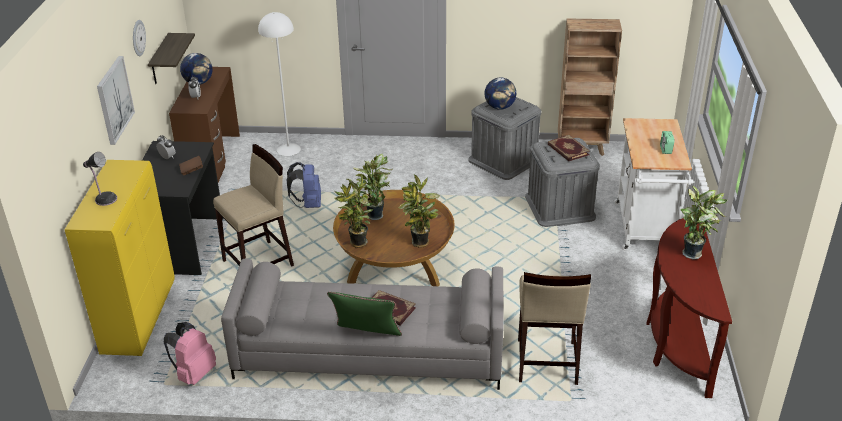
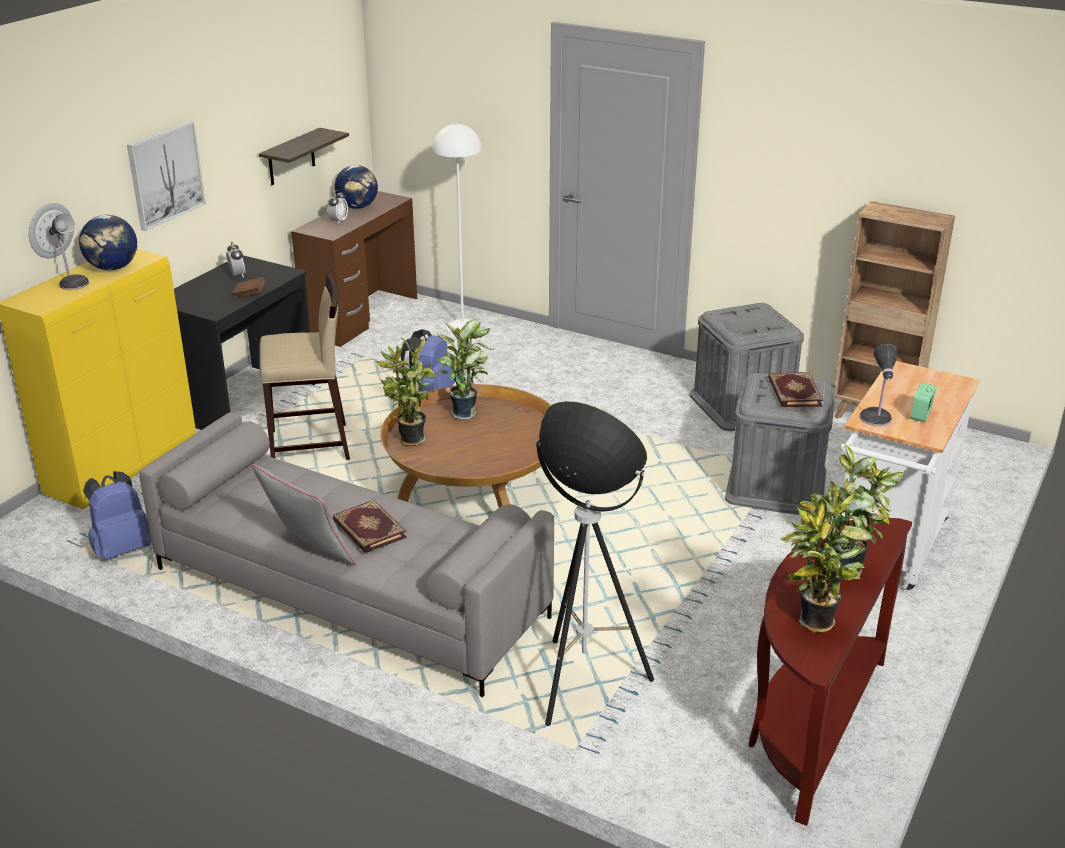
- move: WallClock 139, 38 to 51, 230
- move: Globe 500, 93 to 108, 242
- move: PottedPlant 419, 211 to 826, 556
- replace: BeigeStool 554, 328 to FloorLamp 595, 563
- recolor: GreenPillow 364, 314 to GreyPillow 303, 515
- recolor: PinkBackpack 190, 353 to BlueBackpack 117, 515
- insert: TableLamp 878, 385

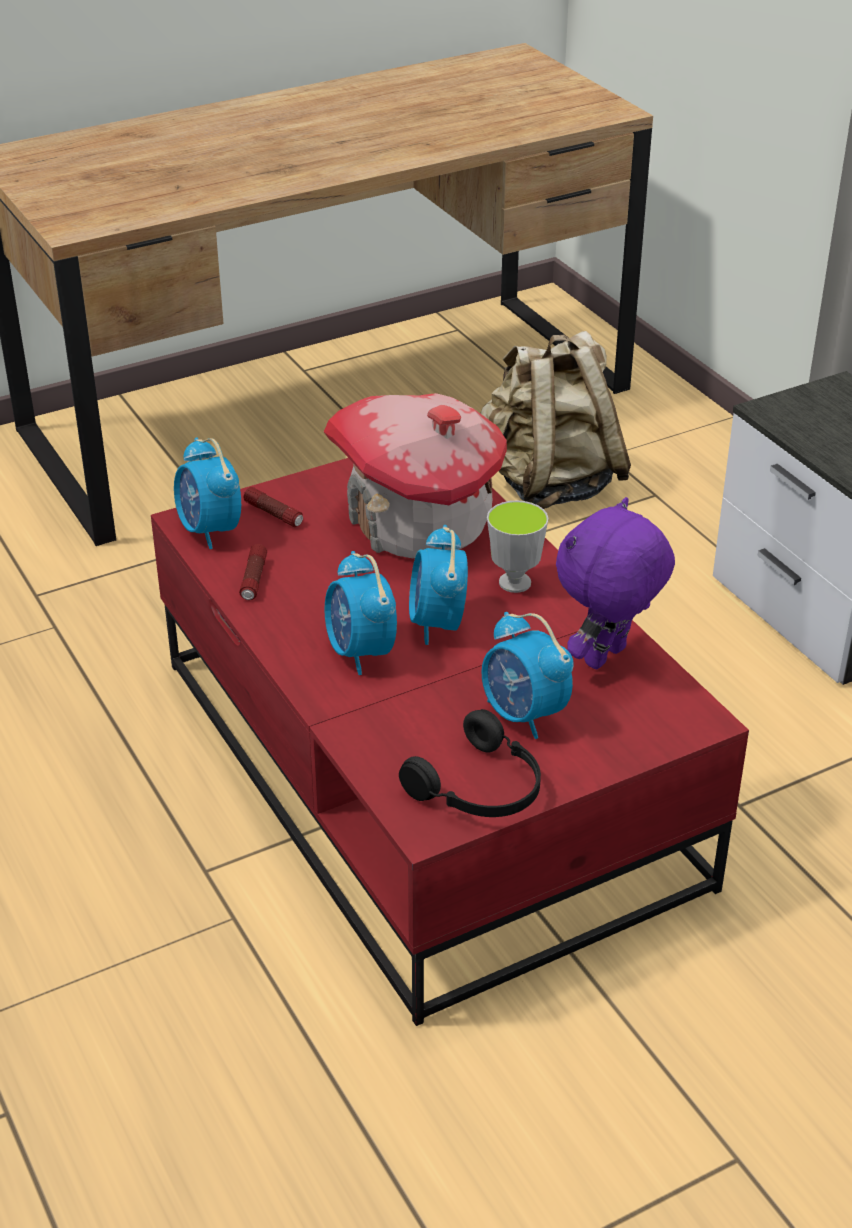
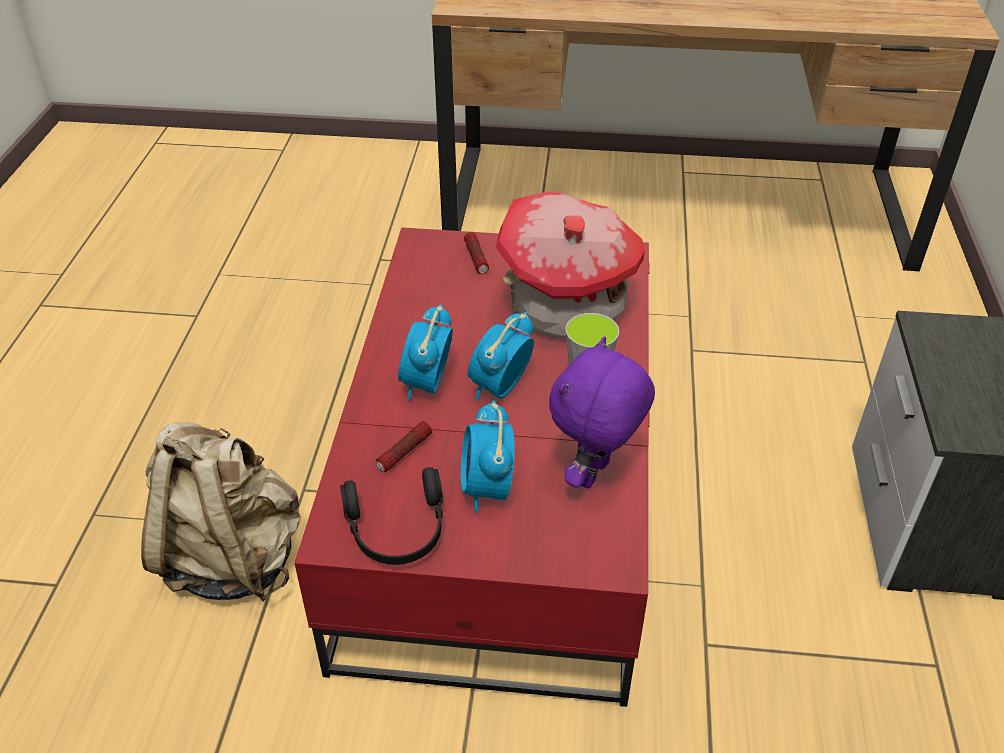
- move: BeigeBackpack 555, 420 to 221, 512
- delete: AlarmClock 207, 493
- rotate: PurplePlushToy 615, 583 = 602, 412 45 degrees counterclockwise
- move: Flashlight 253, 572 to 404, 446

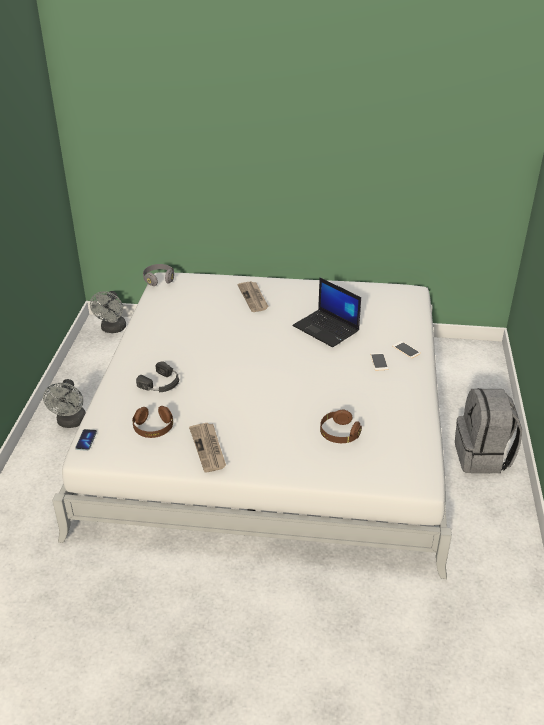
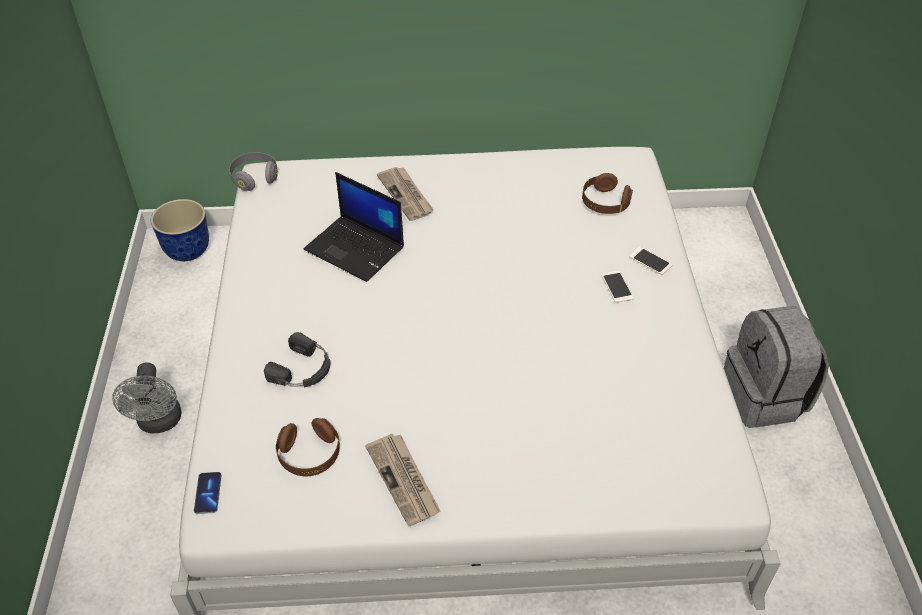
- move: Laptop 326, 312 to 354, 227
- replace: GreyFan 108, 312 to Planter 180, 230
- move: BrownHeadphones 341, 426 to 607, 193

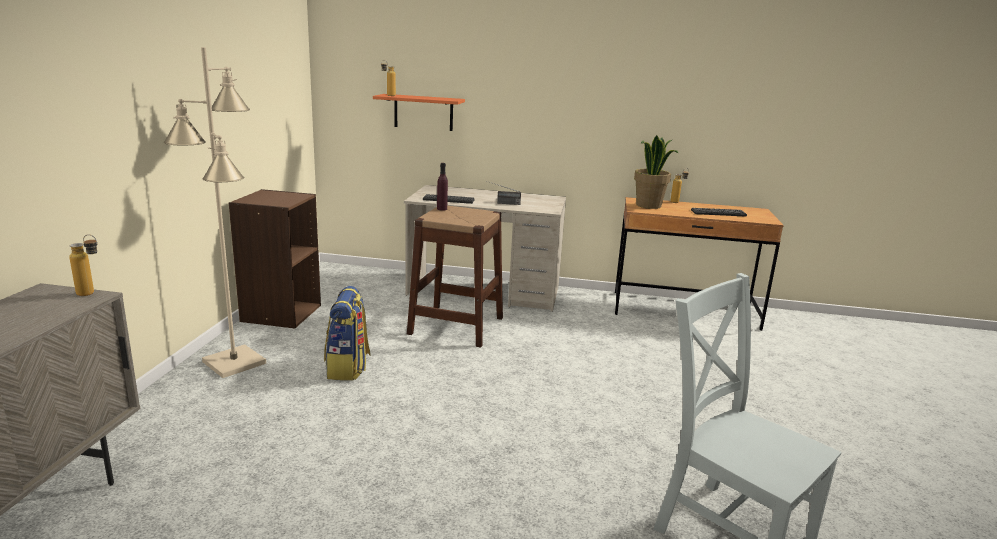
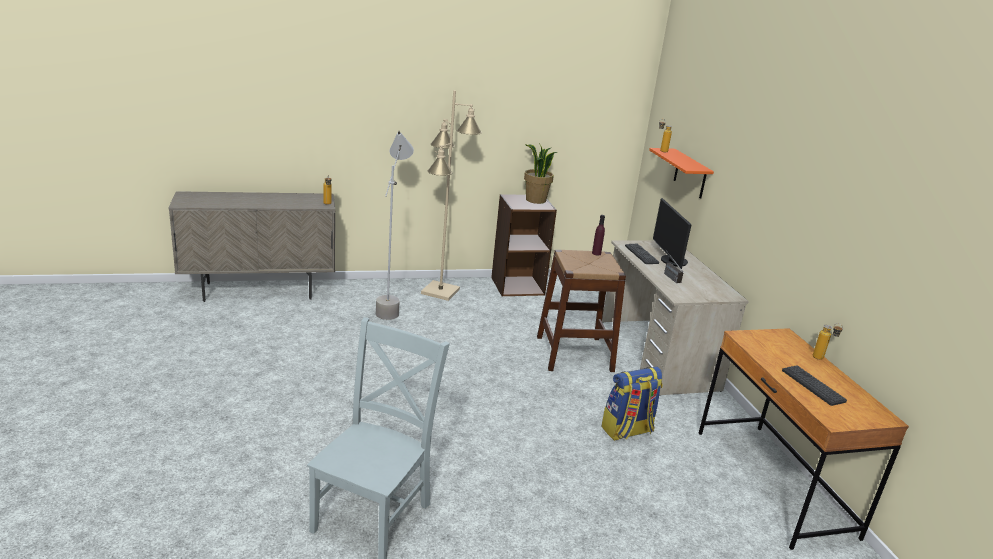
- move: PottedPlant 656, 172 to 541, 173
- move: Backpack 347, 333 to 632, 404
- insert: GreyFloorLamp 395, 225
- insert: Monitor 672, 233

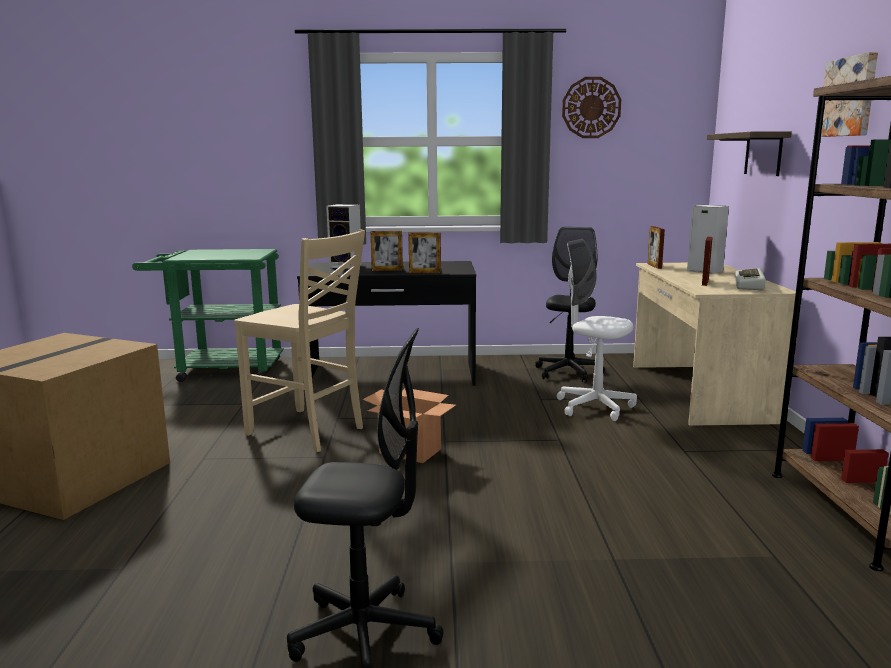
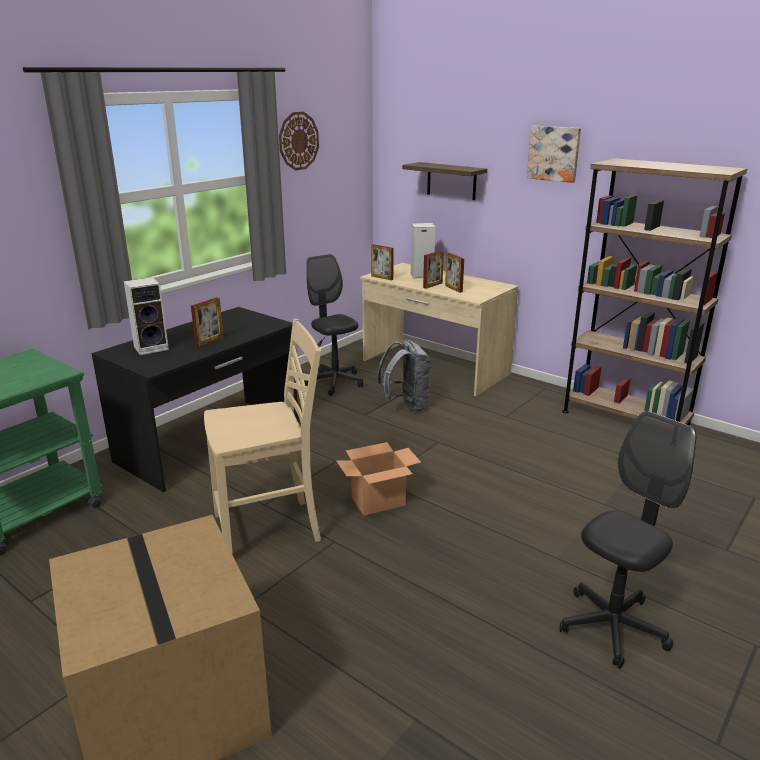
- move: PictureFrame 424, 252 to 433, 270
- replace: WhiteOfficeChair 597, 330 to GreyBackpack 404, 375
- delete: Keyboard 750, 279

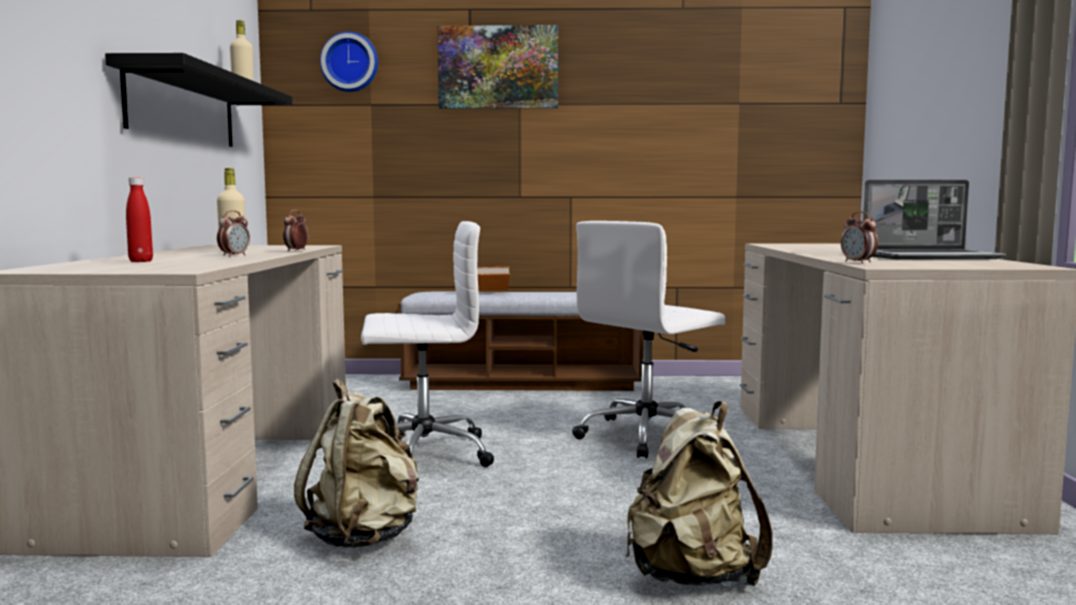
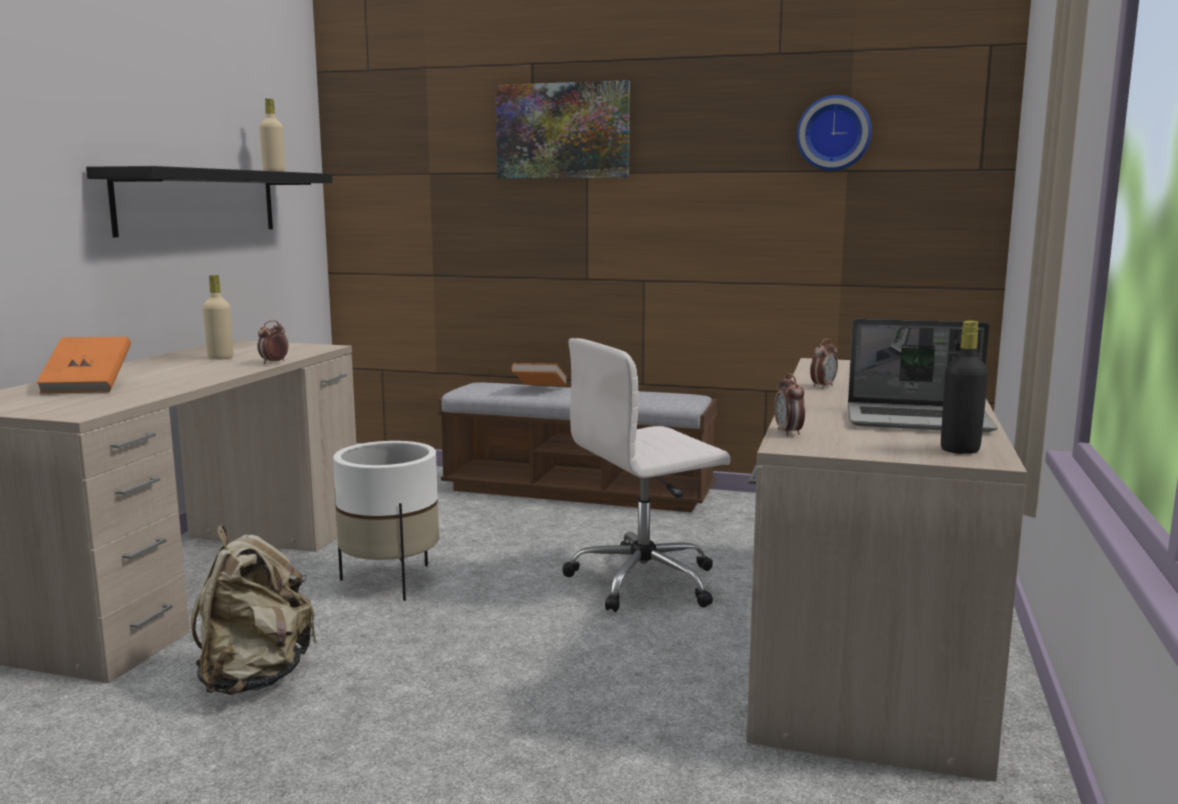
- move: WallClock 349, 61 to 834, 133
- replace: RedBottle 139, 219 to OrangeBook 83, 365
- move: AlarmClock 233, 233 to 824, 363
- replace: WhiteOfficeChair 427, 344 to WhitePlanter 386, 521
- delete: BeigeBackpack 699, 494
- insert: BlackBottle 964, 387

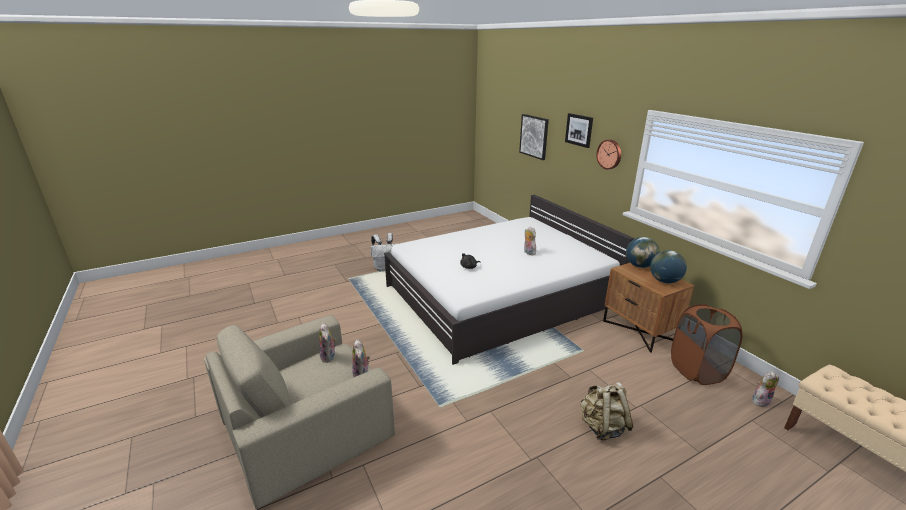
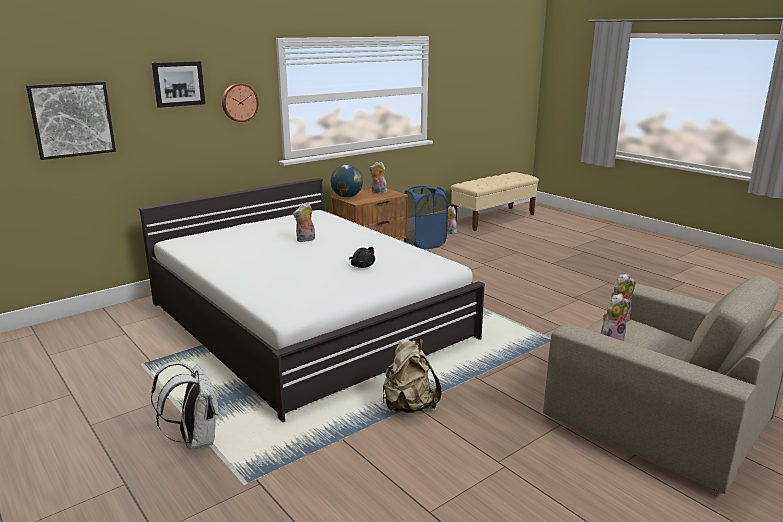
- replace: Globe 668, 266 to PlushToy 378, 178
- recolor: BrownLaundryBasket 706, 344 to BlueLaundryBasket 426, 217
- move: BeigeBackpack 606, 411 to 412, 375

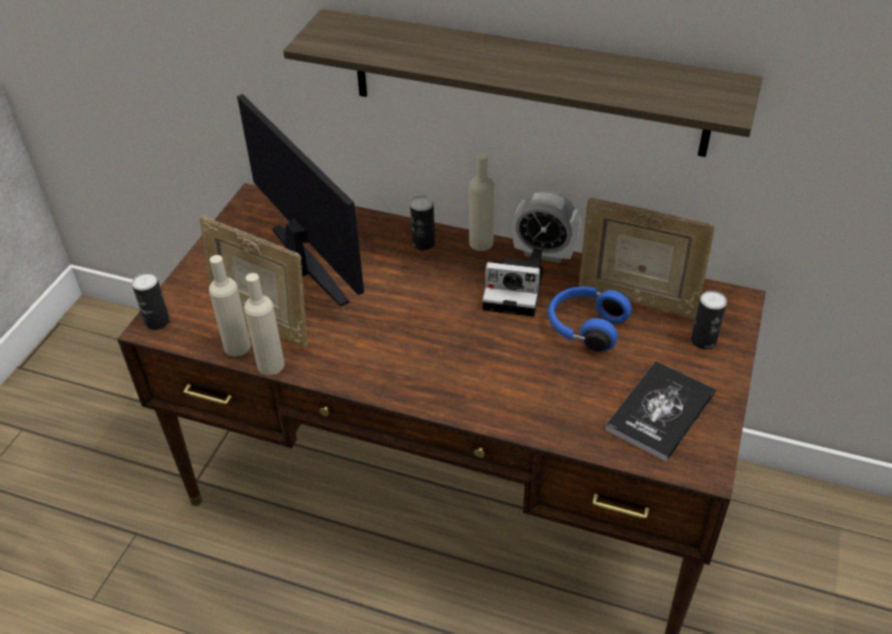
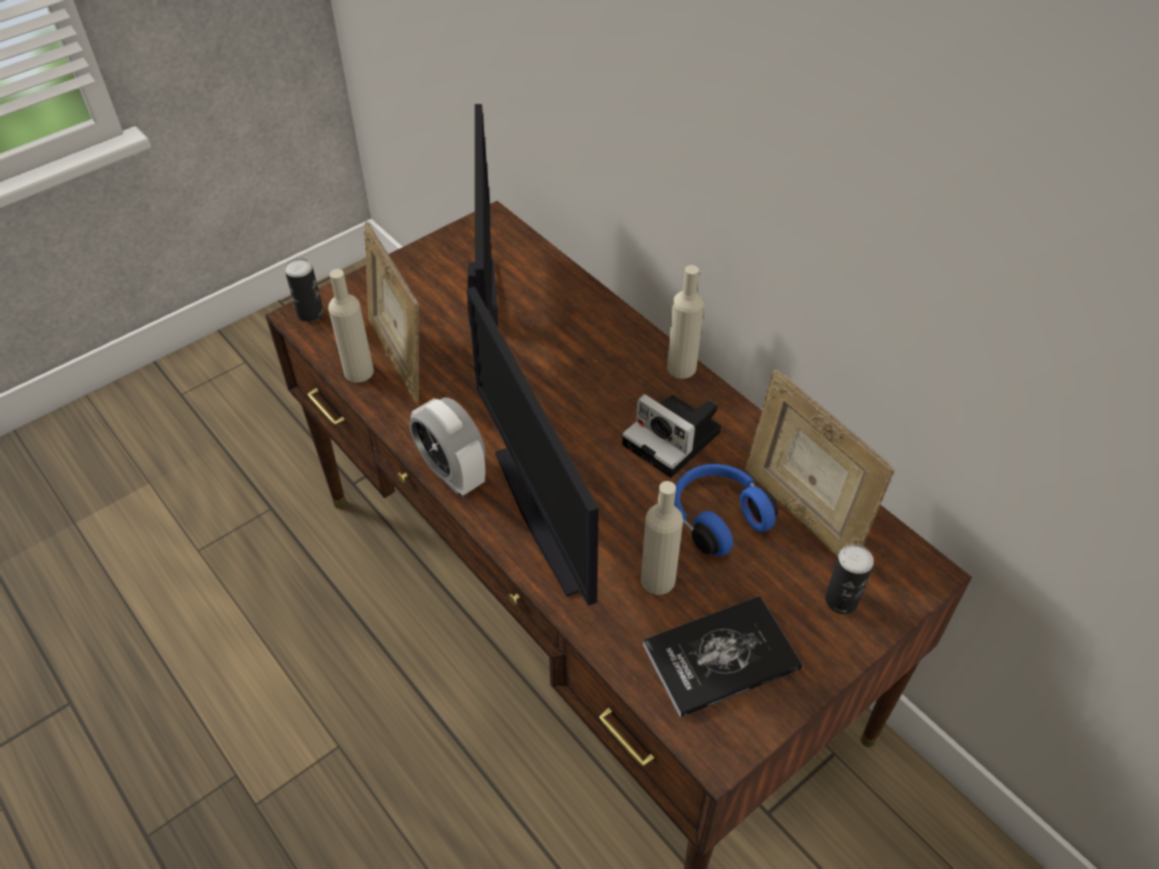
- delete: Shelf 523, 83
- move: AlarmClock 546, 227 to 447, 446
- delete: Can 422, 223
- move: BeigeBottle 264, 324 to 662, 538
- insert: Monitor 532, 446

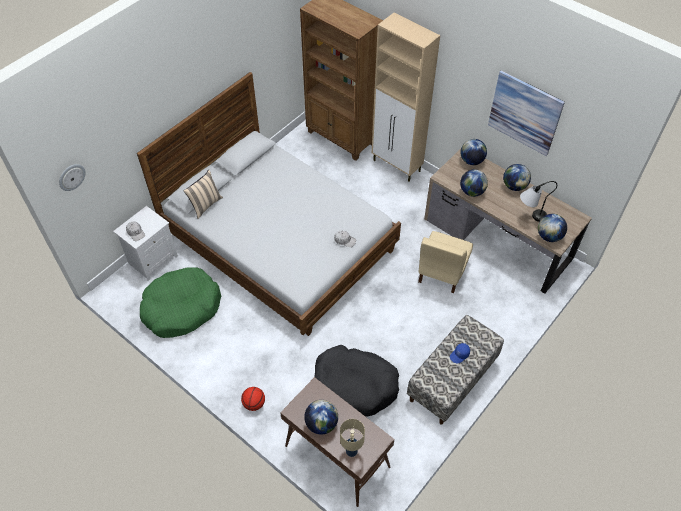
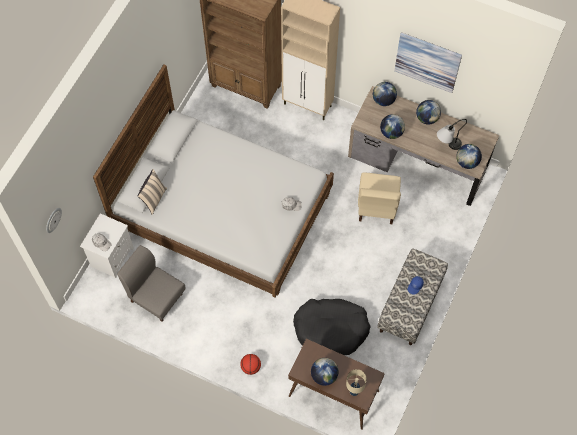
- replace: GreenDogBed 180, 302 to GreyChair 151, 283

